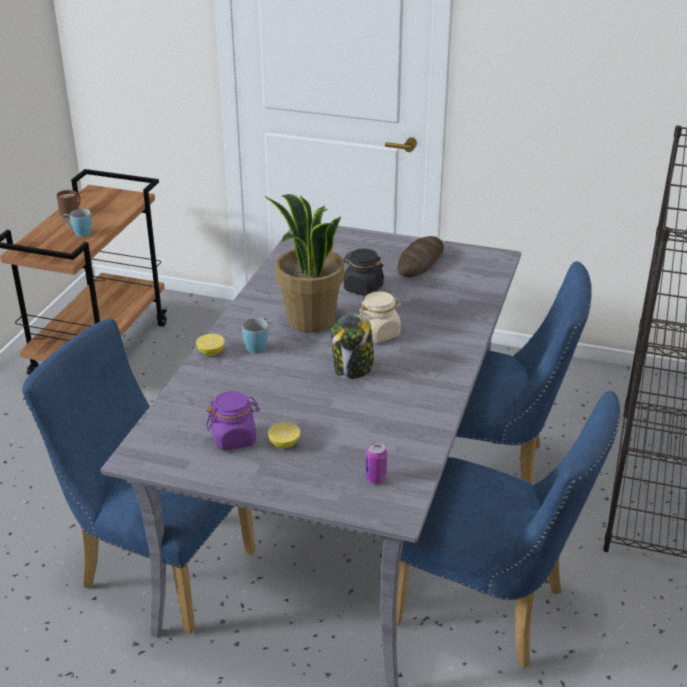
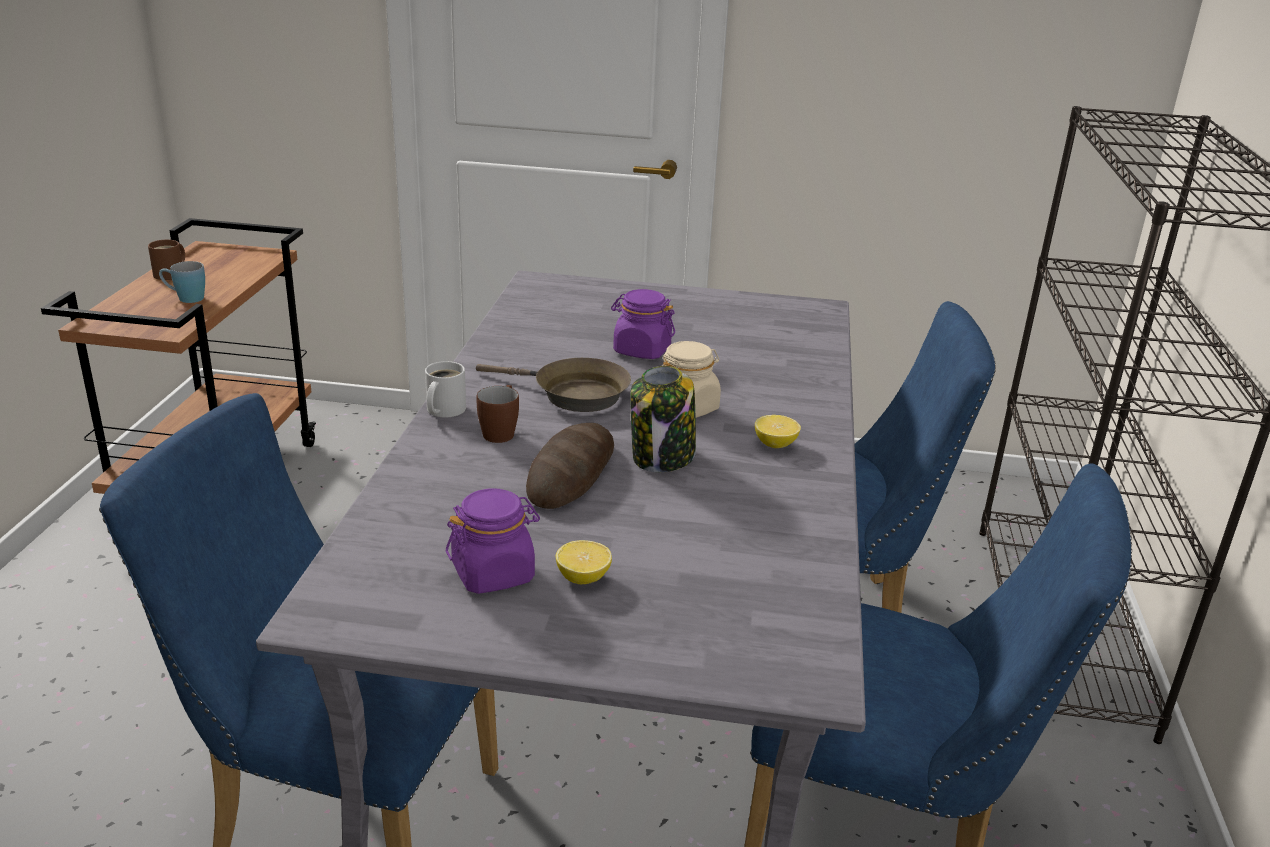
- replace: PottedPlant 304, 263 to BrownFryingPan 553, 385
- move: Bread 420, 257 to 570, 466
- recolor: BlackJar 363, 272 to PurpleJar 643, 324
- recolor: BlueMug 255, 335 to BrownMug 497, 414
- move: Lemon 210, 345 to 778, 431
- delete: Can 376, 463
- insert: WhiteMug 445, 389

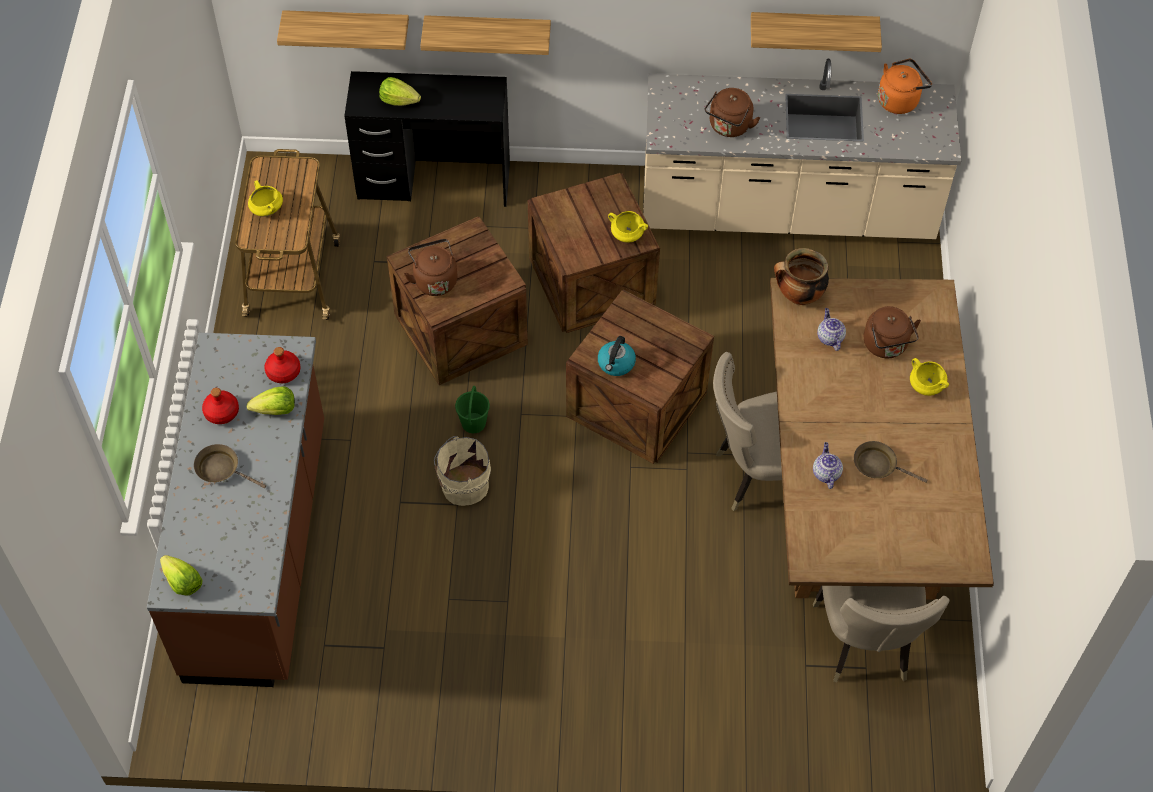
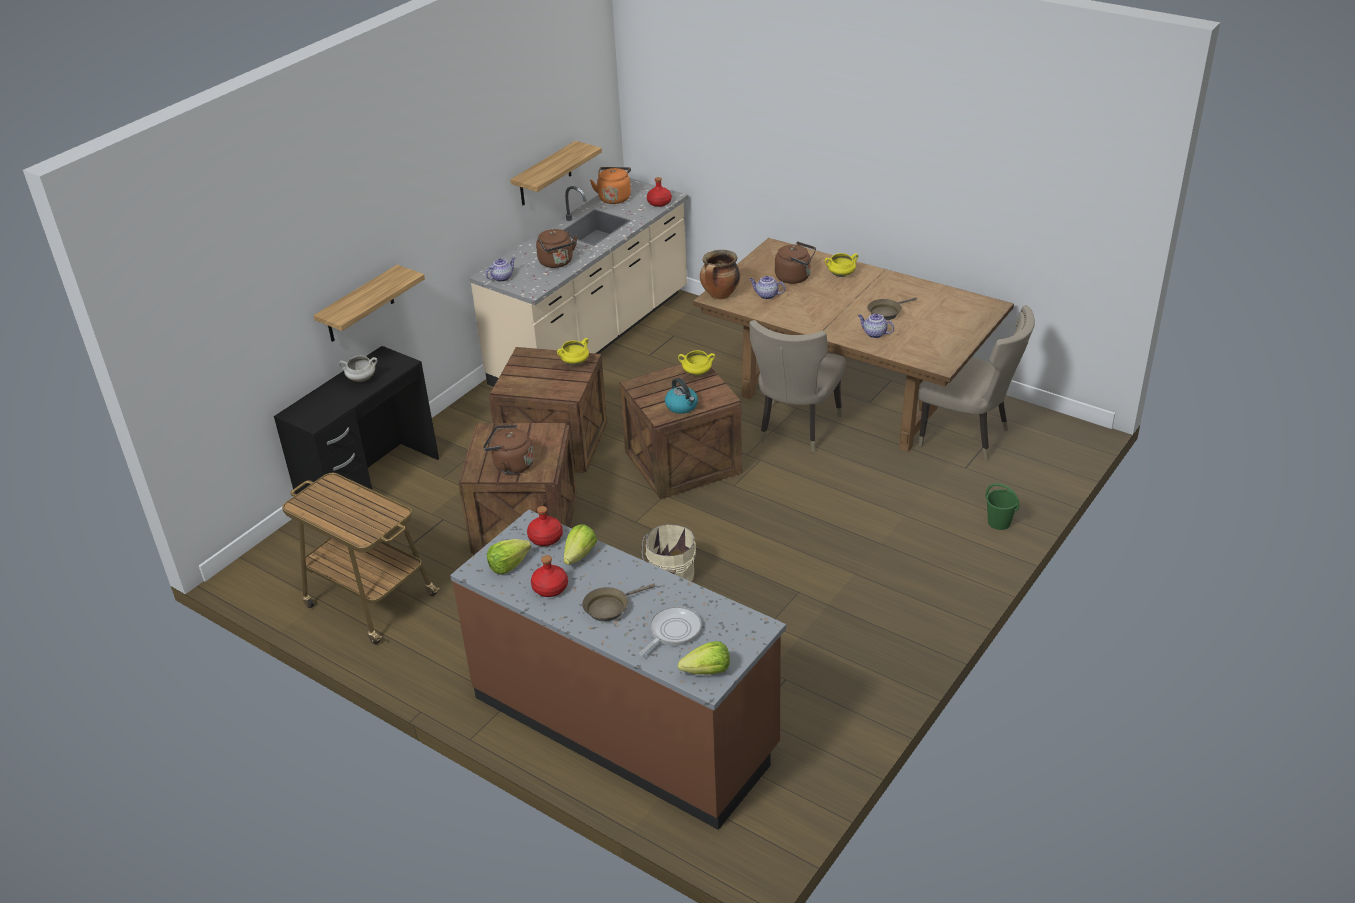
- delete: Shelf 343, 30
- move: Lettuce 400, 91 to 509, 556
- move: YellowCookingPot 265, 198 to 696, 363
- move: GreenBucket 472, 409 to 1002, 506
- insert: RedBottle 659, 192
- insert: Teapot 500, 269
- insert: WhiteCookingPot 358, 369
- insert: FryingPan 670, 630

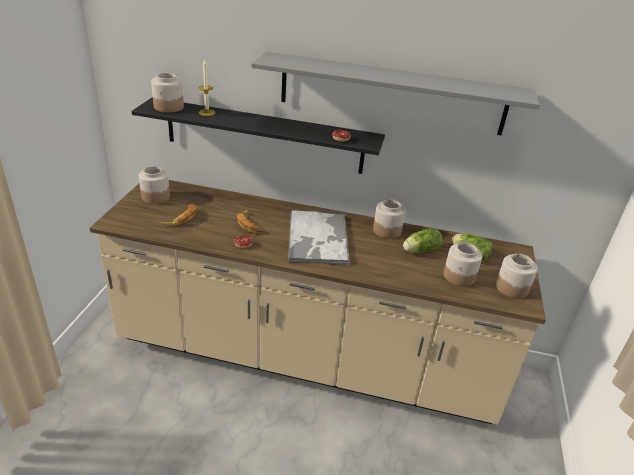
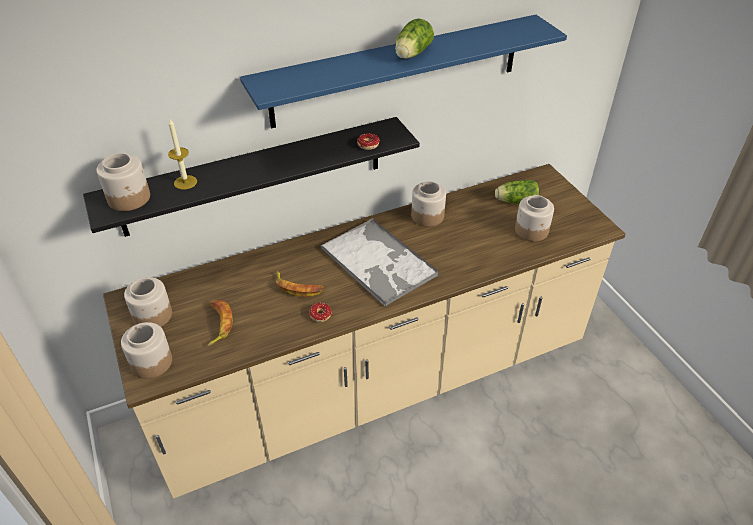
- recolor: GreyShelf 396, 93 to BlueShelf 403, 72
- move: Lettuce 423, 240 to 414, 38
- move: Jar 517, 276 to 146, 350

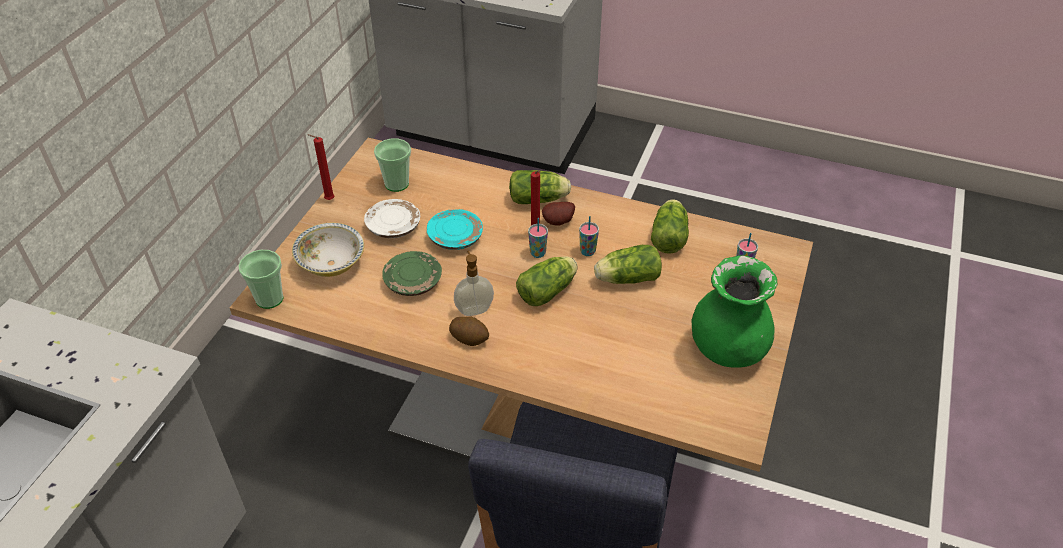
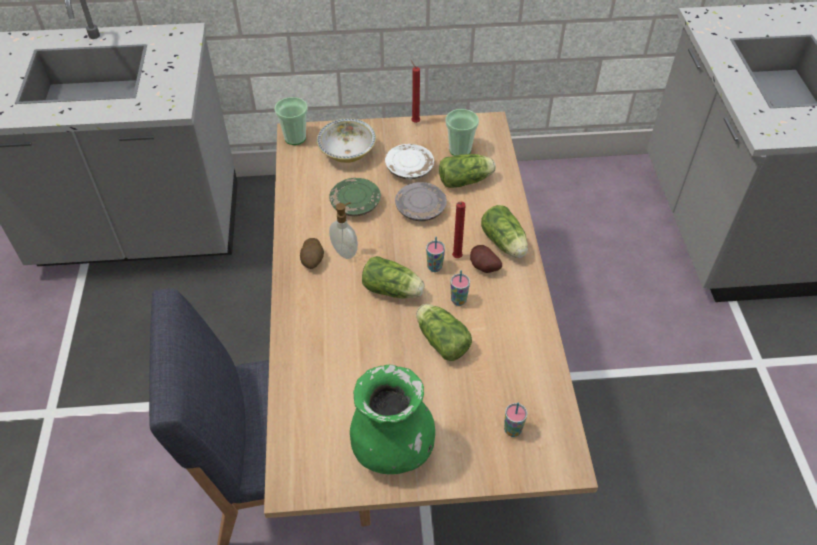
- move: Lettuce 670, 226 to 467, 171
- recolor: TurquoisePlate 455, 229 to GreyPlate 421, 201

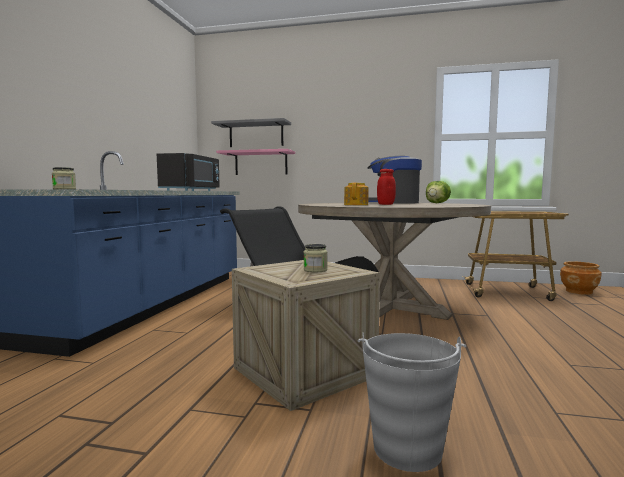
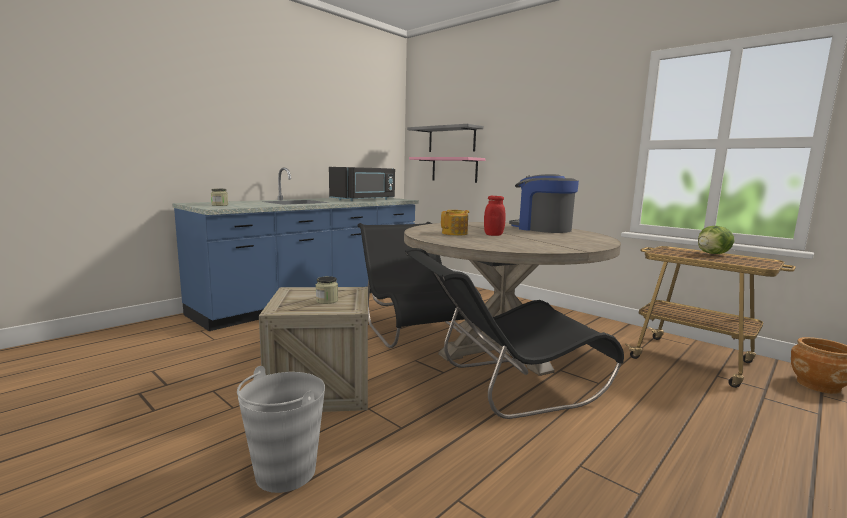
- move: Lettuce 438, 192 to 716, 240
- insert: BlackChair 514, 333

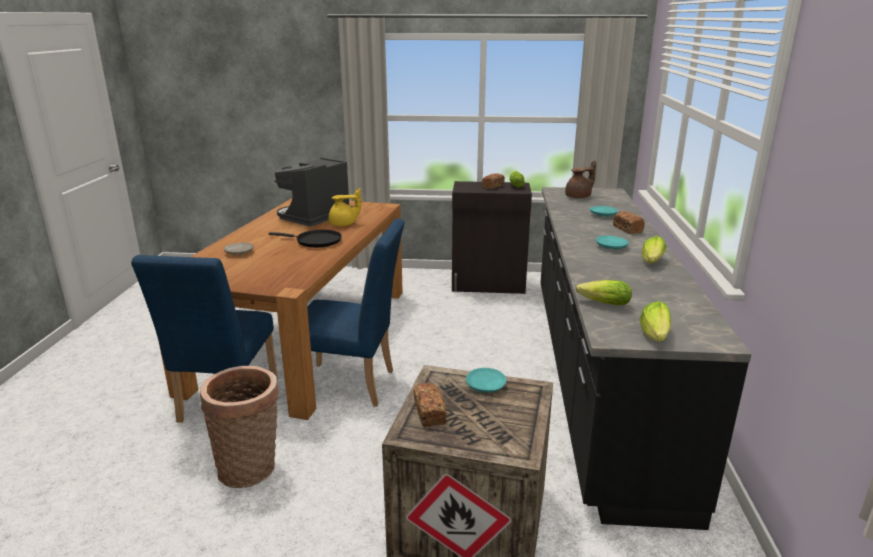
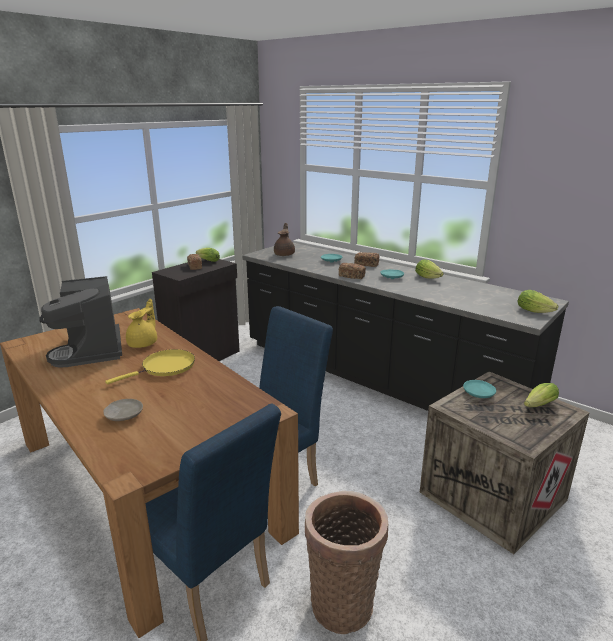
- recolor: BlackFryingPan 305, 239 to YellowFryingPan 150, 367
- move: Lettuce 604, 293 to 541, 395
- move: Bread 429, 405 to 352, 271

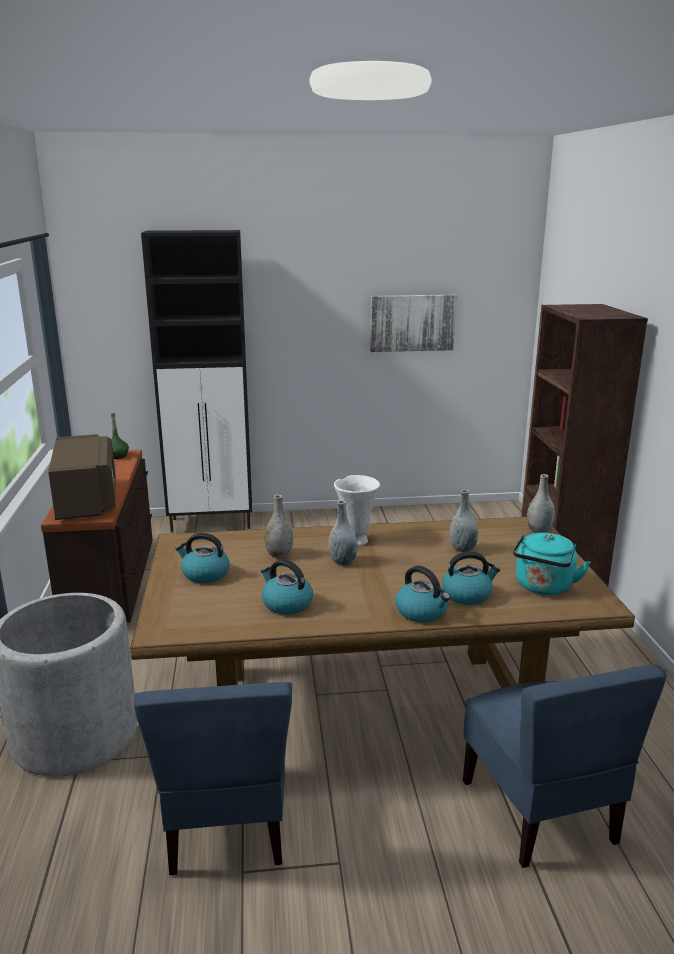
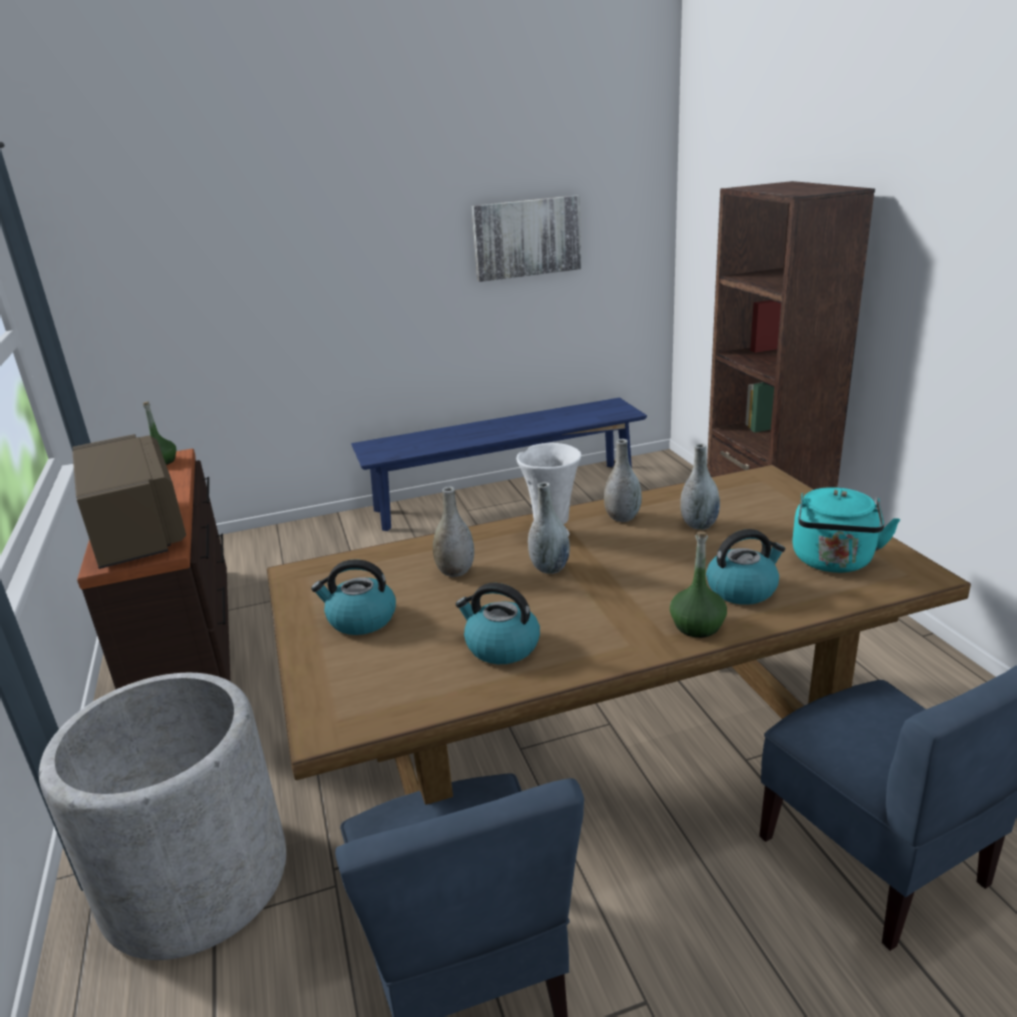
- delete: BlackCabinet 196, 381
- move: GreyVase 541, 503 to 623, 480
- replace: Kettle 422, 594 to GreenBottle 698, 584
- insert: BlueBench 499, 464

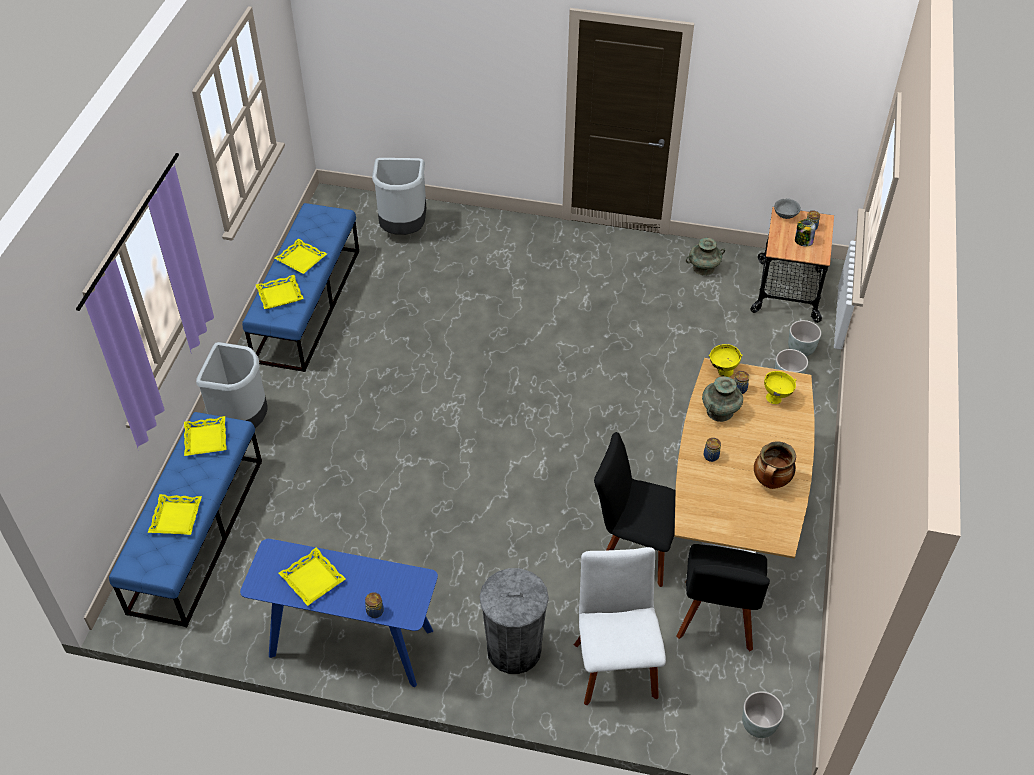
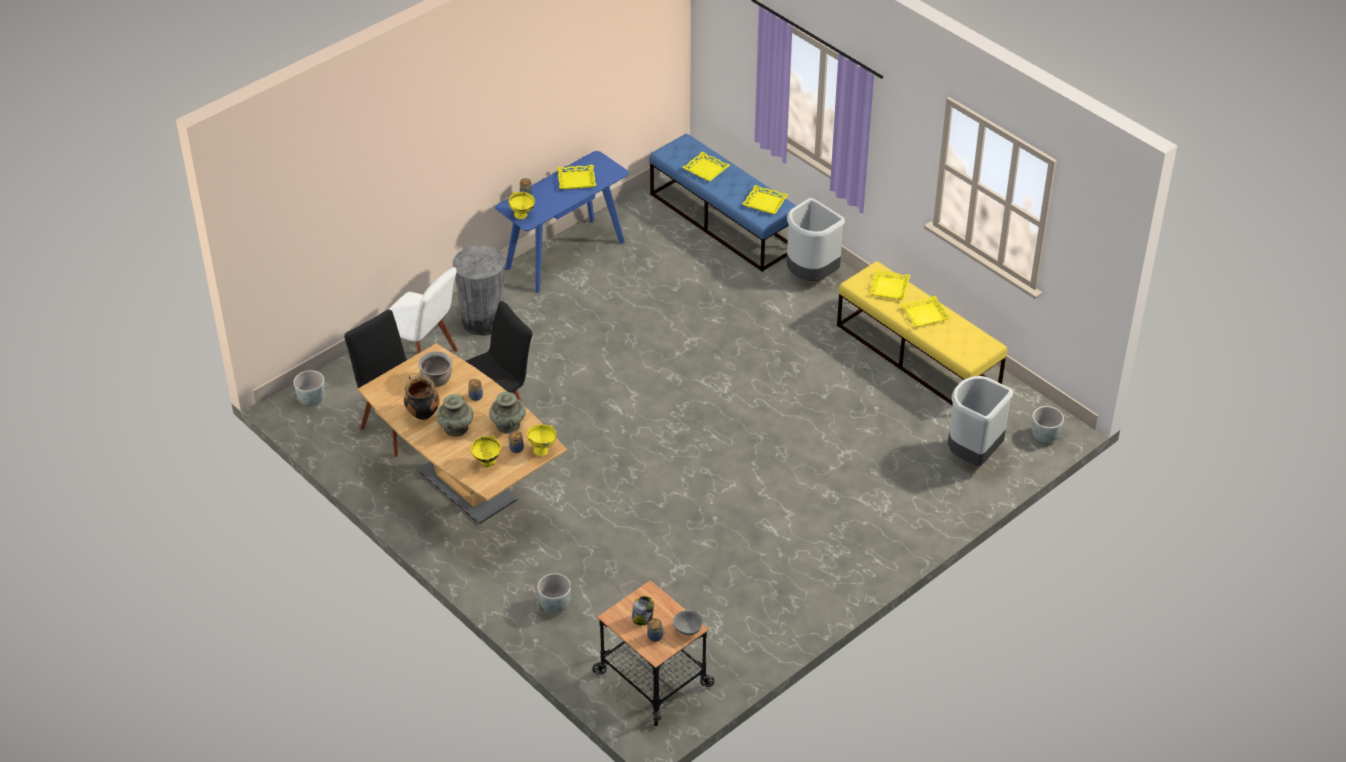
- recolor: BlueBench 300, 287 to YellowBench 922, 333
- move: TurquoiseVase 705, 257 to 454, 415
- move: GreyPlanter 804, 338 to 1048, 424
- insert: YellowBowl 522, 205
- insert: BrownCookingPot 435, 369

